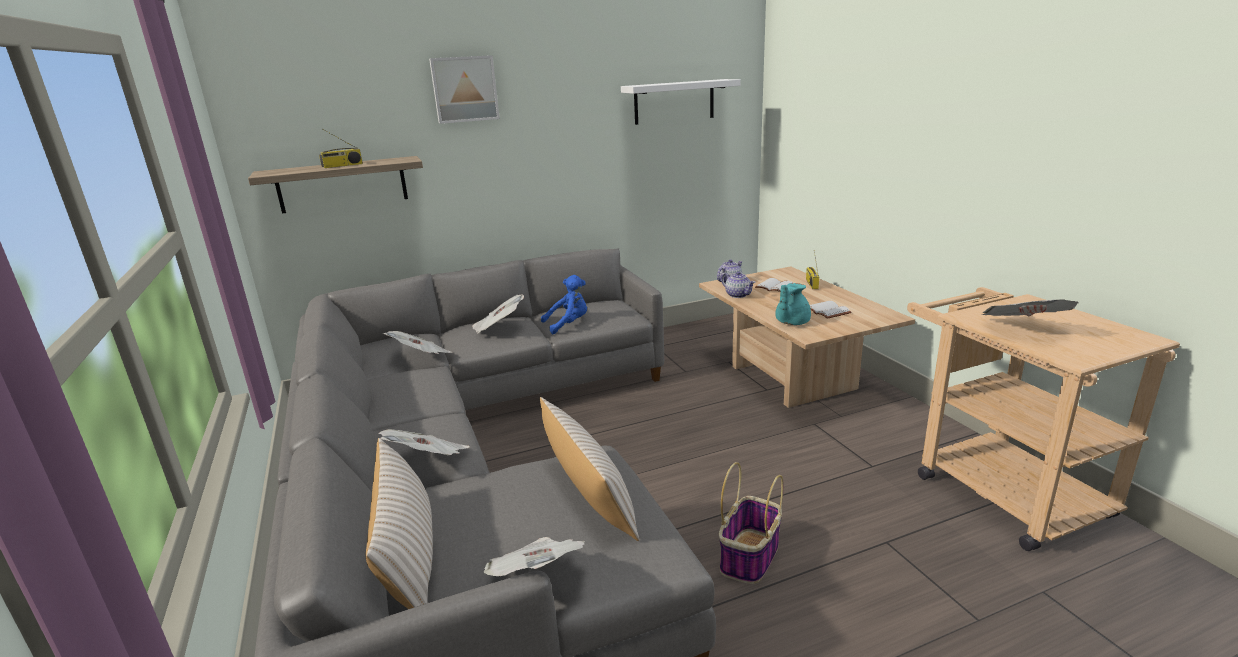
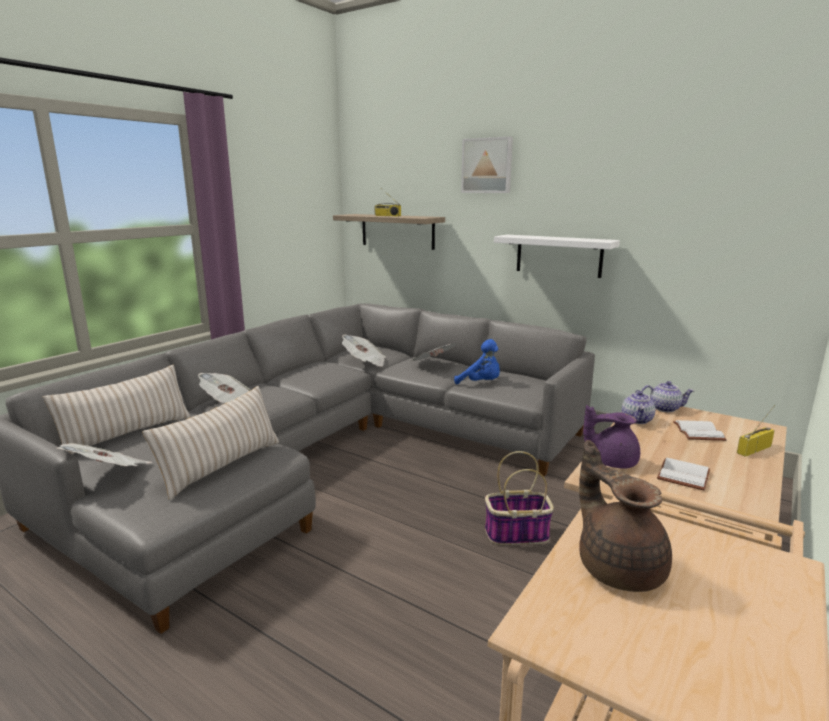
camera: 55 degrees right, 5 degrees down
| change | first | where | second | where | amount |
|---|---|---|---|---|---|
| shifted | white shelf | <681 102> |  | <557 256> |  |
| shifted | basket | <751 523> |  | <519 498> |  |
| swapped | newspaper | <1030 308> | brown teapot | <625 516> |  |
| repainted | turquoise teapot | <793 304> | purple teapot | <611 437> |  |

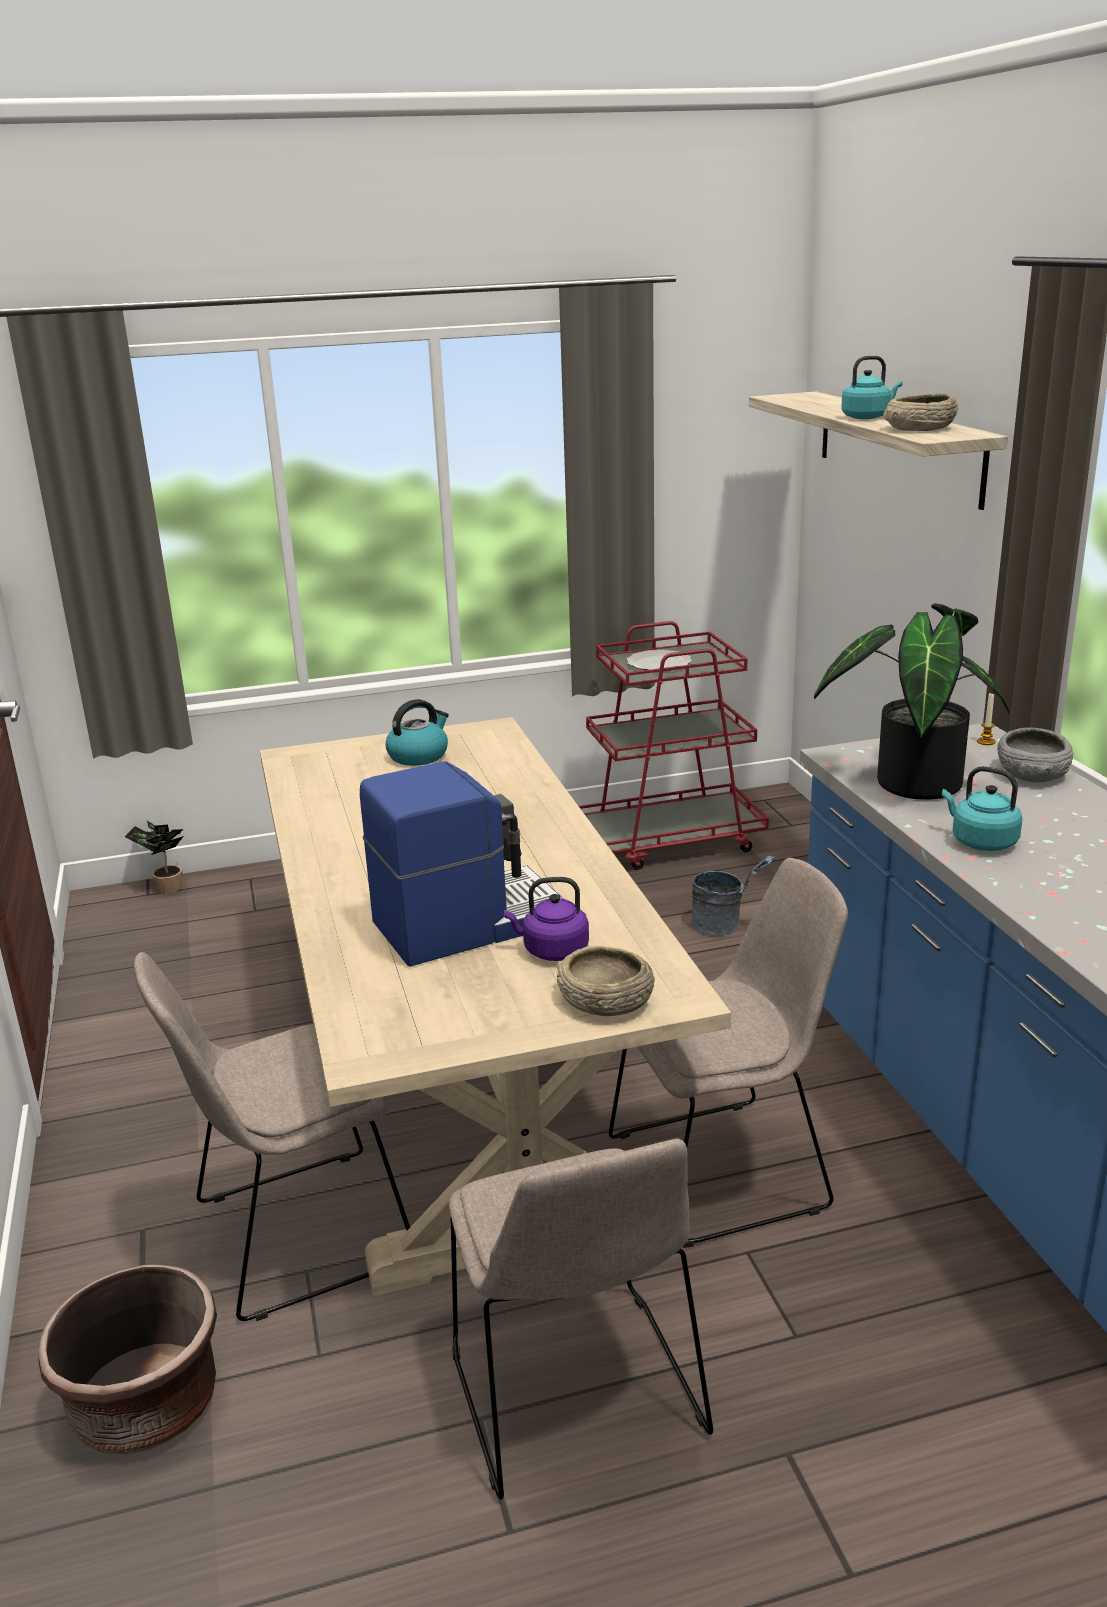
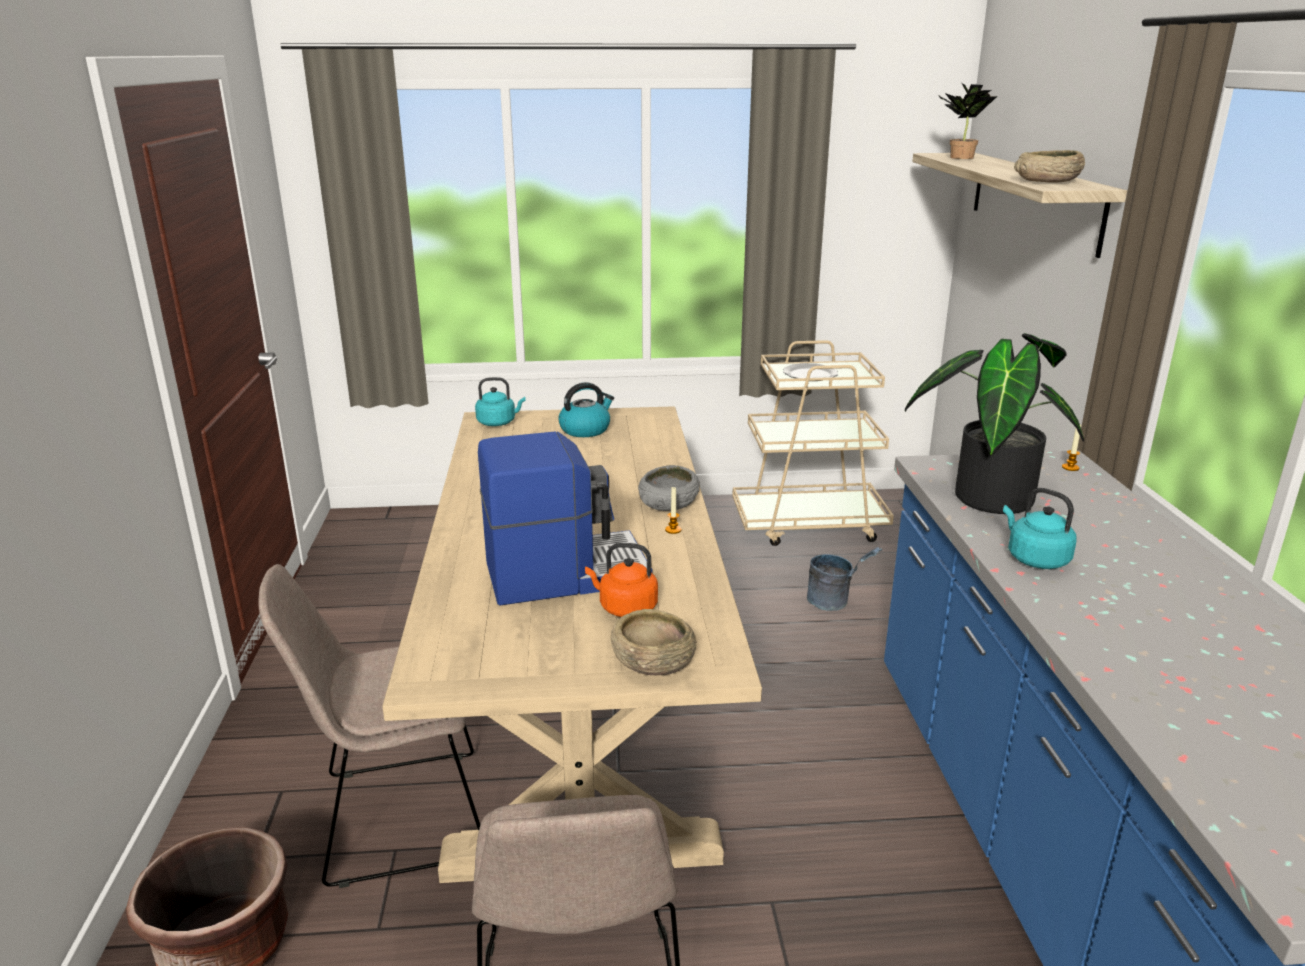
camera: 10 degrees right, 0 degrees up
| change | first | where | second | where | amount |
|---|---|---|---|---|---|
| gone | beige chair | <728 1053> |  |  |  |
| new |  |  | candle | <673 510> |  |
| shifted | potted plant | <154 857> |  | <968 121> |  |
| shifted | turquoise kettle | <872 387> |  | <500 401> |  |
| shifted | grey bowl | <1035 754> |  | <669 488> |  |
| repainted | purple kettle | <546 919> | orange kettle | <621 580> |  |
| repainted | red cart | <674 745> | beige cart | <813 443> |  |

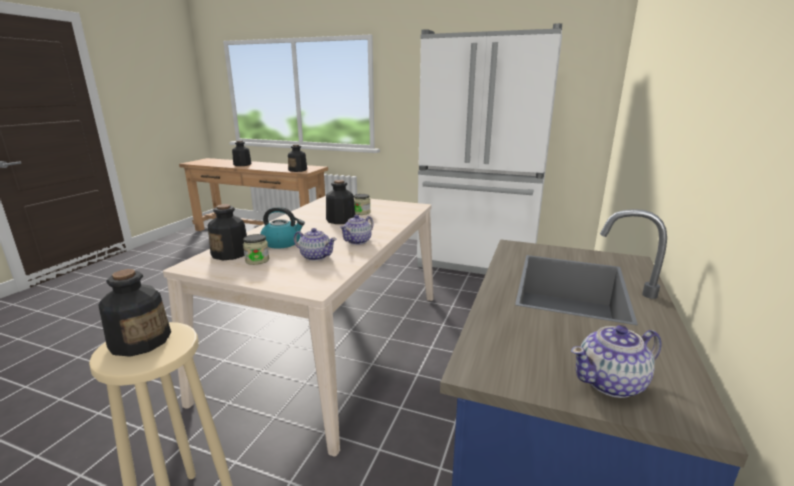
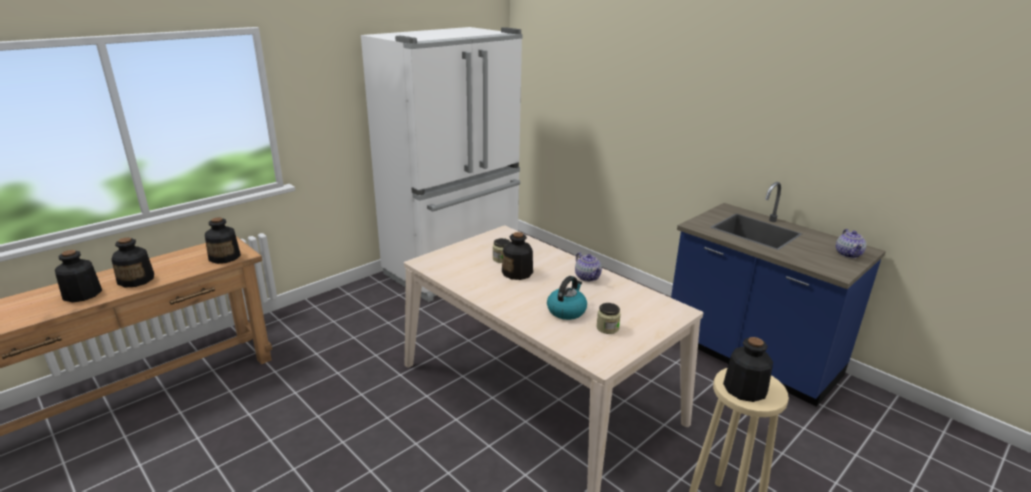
camera: 65 degrees left, 5 degrees up
| change | first | where | second | where | amount |
|---|---|---|---|---|---|
| gone | teapot | <315 244> |  |  |  |
| shifted | bottle | <227 232> |  | <132 262> |  |

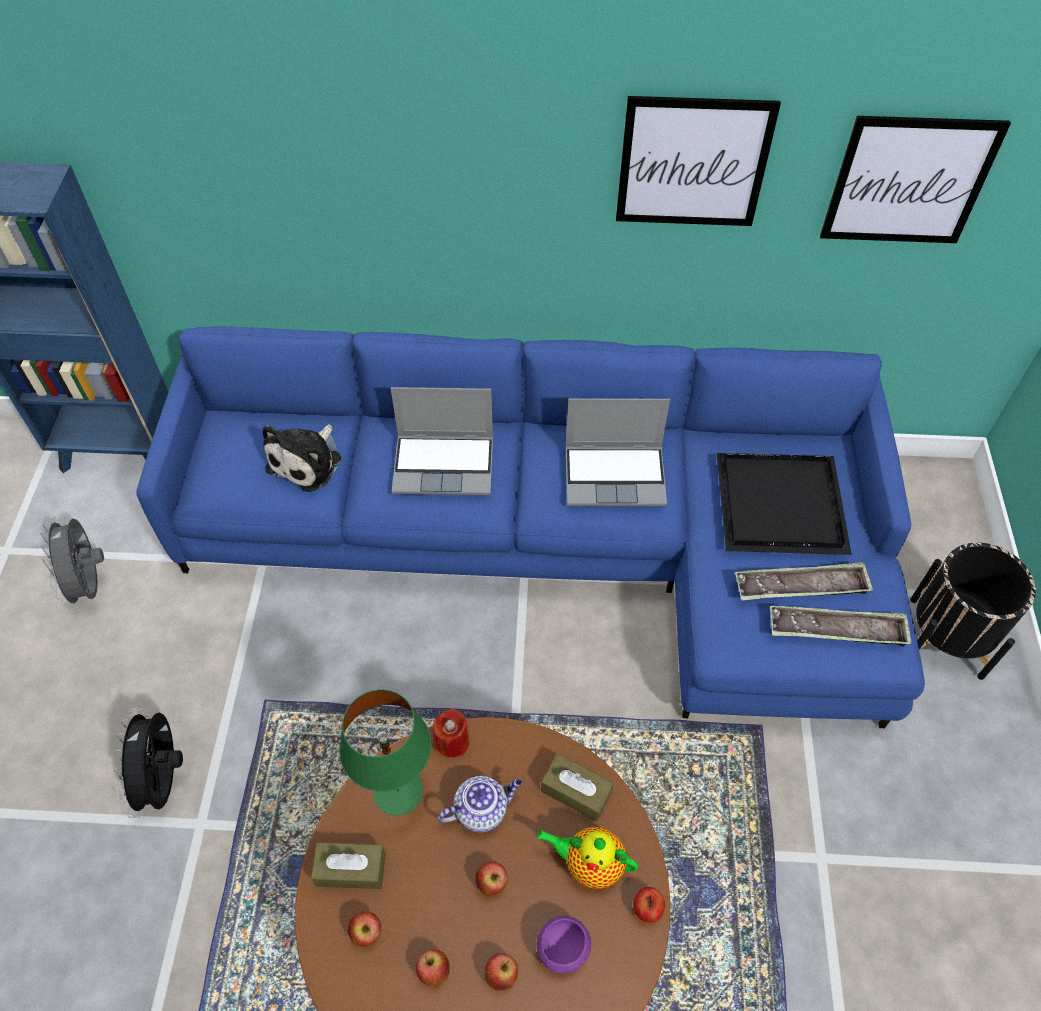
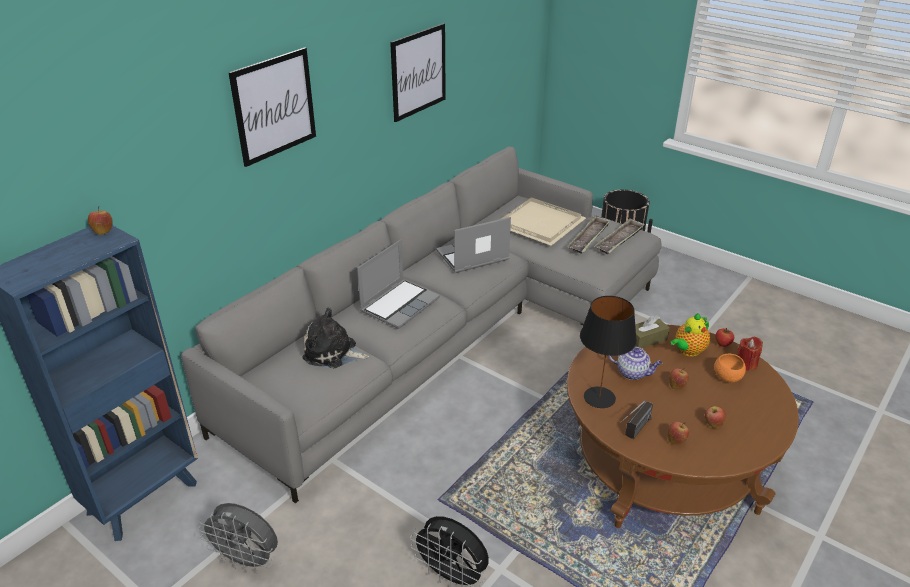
camera: 55 degrees left, 20 degrees down
| change | first | where | second | where | amount |
|---|---|---|---|---|---|
| shifted | red candle | <451 733> |  | <750 354> |  |
| shifted | apple | <501 972> |  | <100 220> |  |
| shifted | picture | <915 179> |  | <272 107> |  |
| swapped | brown tissue box | <348 865> | radio | <636 420> |  |
| repainted | blue sofa | <530 527> | grey sofa | <421 325> |  |
| repainted | green table lamp | <385 752> | black table lamp | <608 352> |  |
| repainted | purple bowl | <564 945> | orange bowl | <730 368> |  |
| repainted | black tray | <784 504> | beige tray | <543 221> |  |
| rotated | plush toy | <301 458> |  | <335 337> | 135 degrees clockwise |
| rotated | teapot | <480 804> |  | <635 363> | 105 degrees clockwise |
| rotated | laptop | <618 452> |  | <473 245> | 150 degrees counterclockwise |

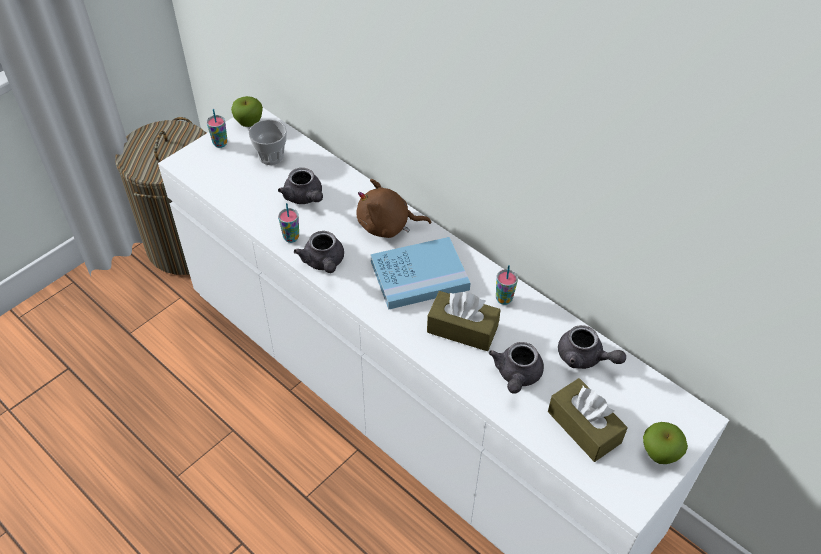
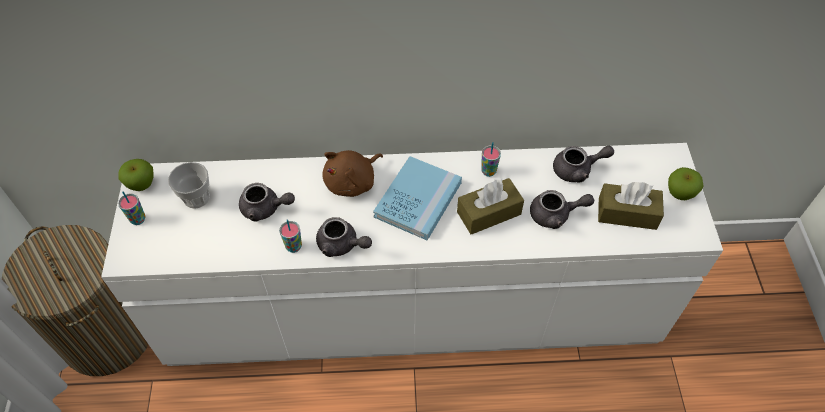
camera: 45 degrees left, 5 degrees up
| change | first | where | second | where | amount |
|---|---|---|---|---|---|
| rotated | grey teapot | <516 368> |  | <562 209> | 60 degrees counterclockwise |

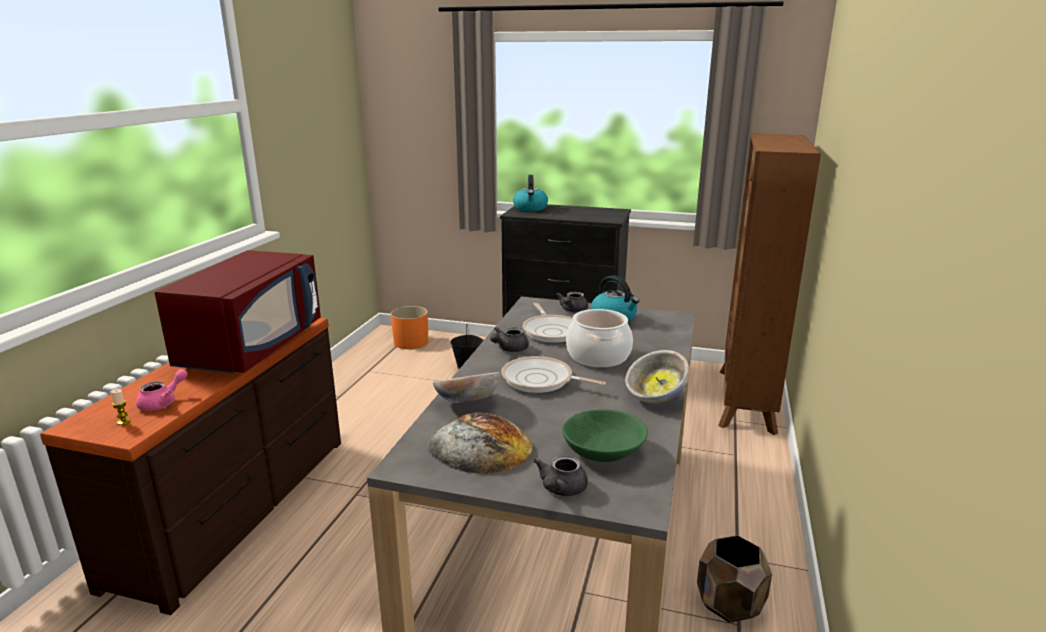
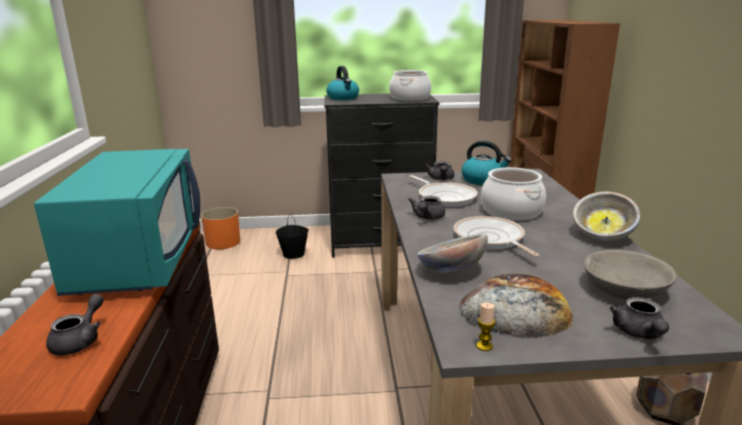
camera: 20 degrees left, 0 degrees up
| change | first | where | second | where | amount |
|---|---|---|---|---|---|
| new |  |  | cooking pot | <410 85> |  |
| shifted | candle | <121 407> |  | <485 327> |  |
| repainted | pink teapot | <162 390> | grey teapot | <75 324> |  |
| repainted | red microwave | <238 311> | turquoise microwave | <117 222> |  |
| repainted | green bowl | <605 435> | grey bowl | <630 275> |  |
| rotated | frying pan | <553 374> |  | <496 236> | 60 degrees clockwise |

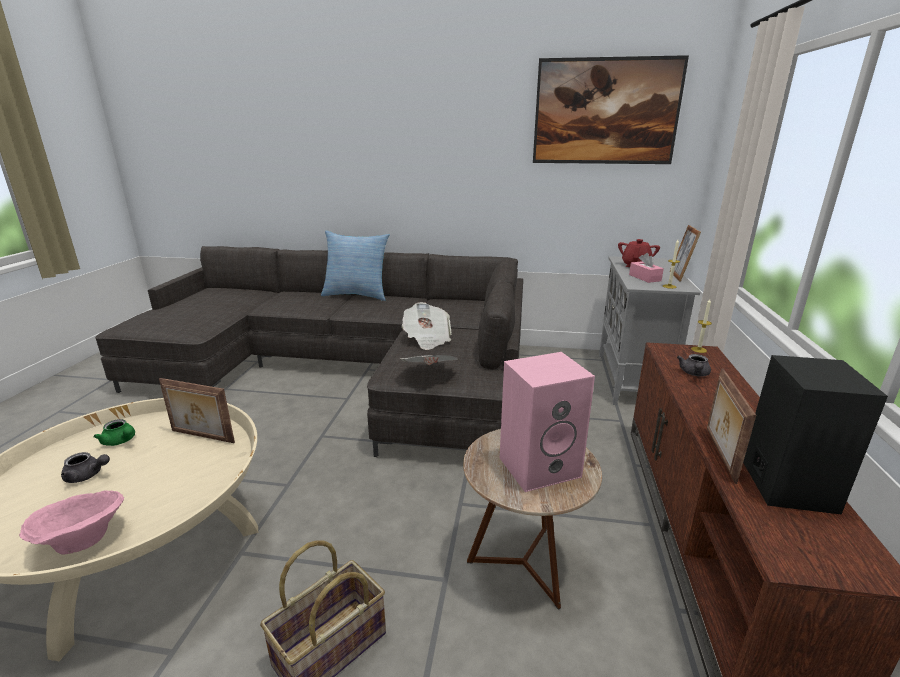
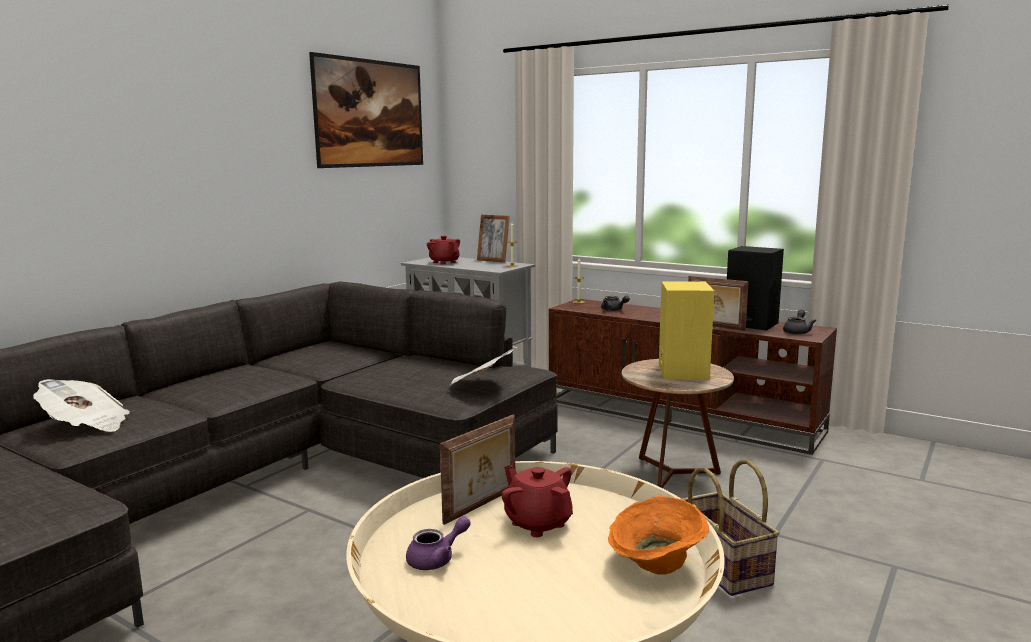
camera: 65 degrees left, 10 degrees down
| change | first | where | second | where | amount |
|---|---|---|---|---|---|
| gone | pillow | <355 266> |  |  |  |
| gone | pink tissue box | <646 268> |  |  |  |
| new |  |  | red teapot | <537 501> |  |
| shifted | grey teapot | <85 467> |  | <799 322> |  |
| shifted | newspaper | <426 326> |  | <81 405> |  |
| repainted | pink bowl | <71 522> | orange bowl | <658 535> |  |
| repainted | green teapot | <114 432> | purple teapot | <438 543> |  |
| repainted | pink speaker | <547 422> | yellow speaker | <686 330> |  |

